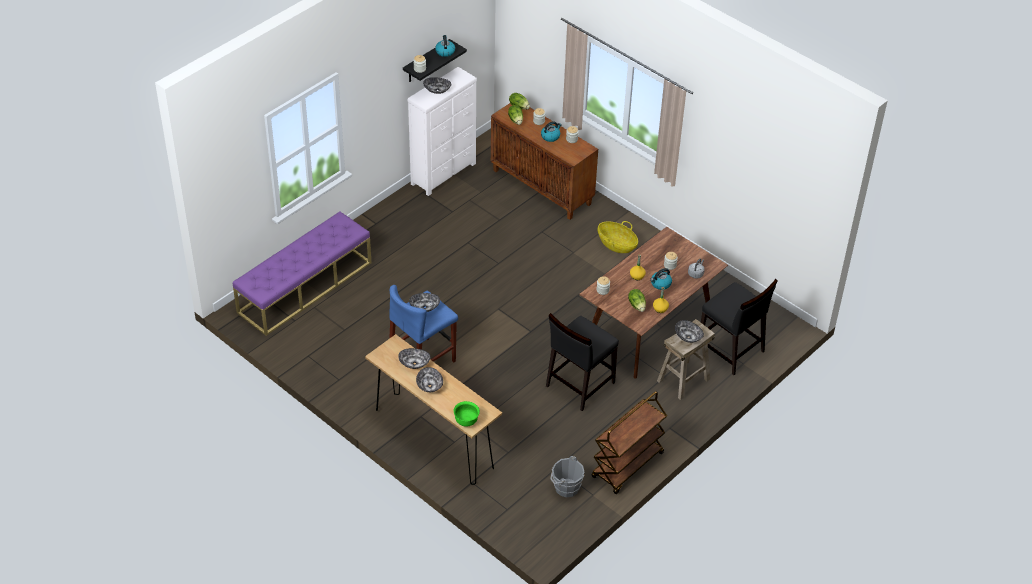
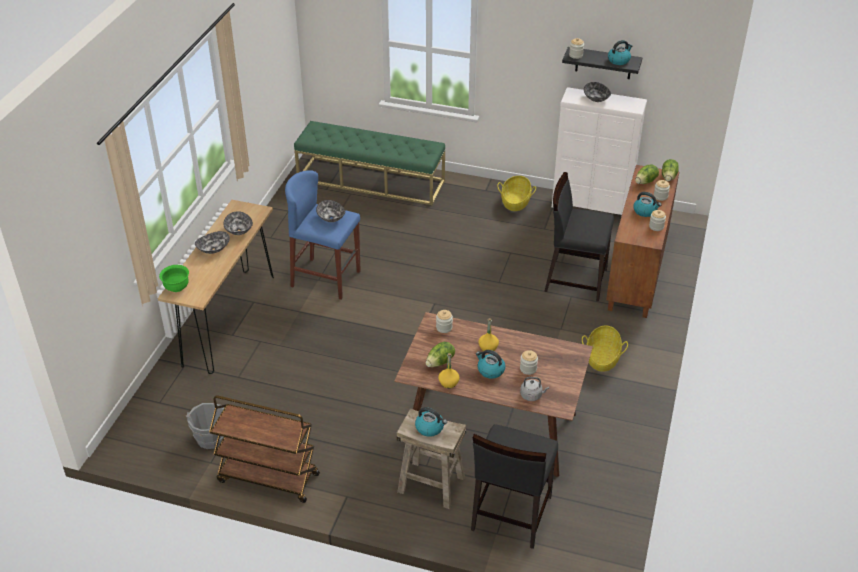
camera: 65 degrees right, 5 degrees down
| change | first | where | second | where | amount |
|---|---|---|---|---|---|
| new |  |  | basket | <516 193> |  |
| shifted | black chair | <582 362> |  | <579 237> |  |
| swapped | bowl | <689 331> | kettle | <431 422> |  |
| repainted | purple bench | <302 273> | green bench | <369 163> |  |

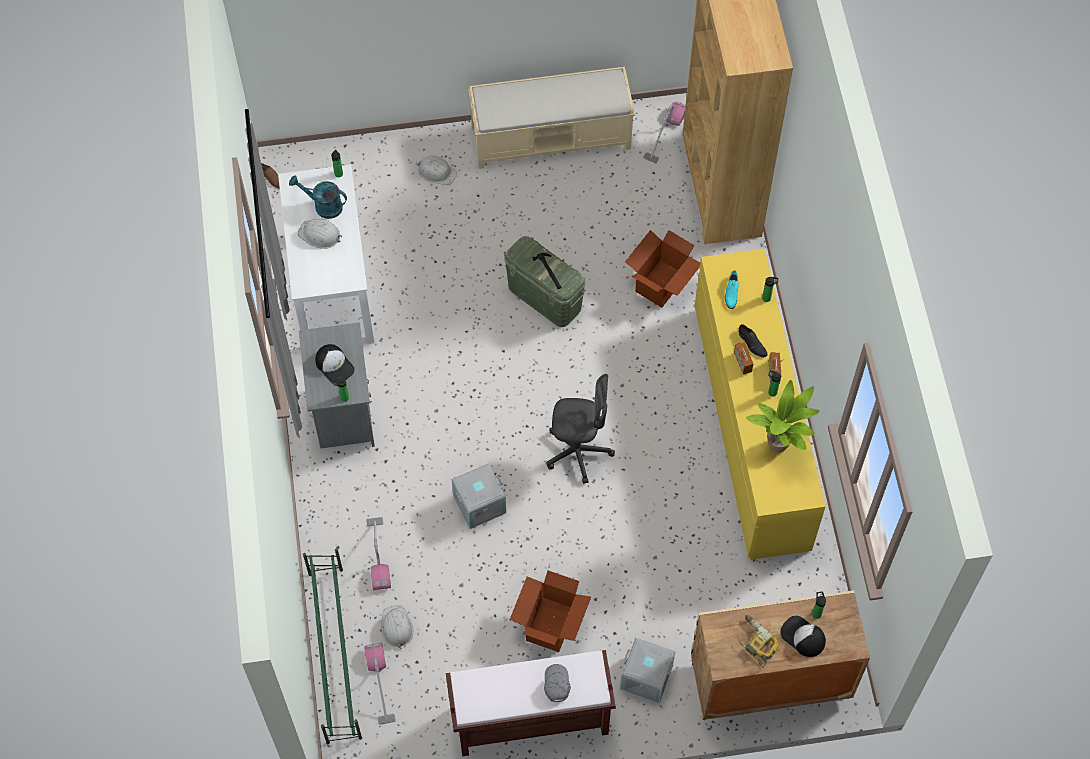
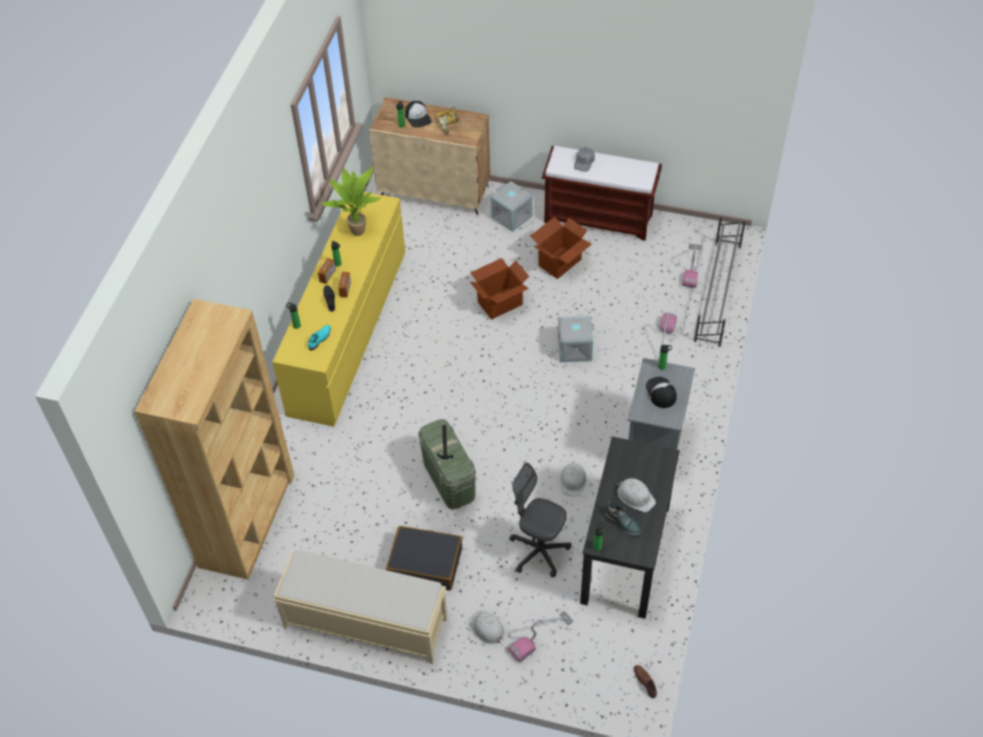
camera: 155 degrees left, 10 degrees down
| change | first | where | second | where | amount |
|---|---|---|---|---|---|
| new |  |  | black suitcase | <424 558> |  |
| shifted | white hard hat | <397 627> |  | <573 479> |  |
| shifted | grey office chair | <581 429> |  | <540 519> |  |
| shifted | cardboard box | <662 268> |  | <499 289> |  |
| shifted | vacuum cleaner | <664 132> |  | <540 636> |  |
| swapped | turquoise watering can | <318 197> | shoe | <623 518> |  |
| repainted | white desk | <326 254> | black desk | <630 527> |  |
| repainted | green shoe rack | <332 646> | grey shoe rack | <720 281> |  |

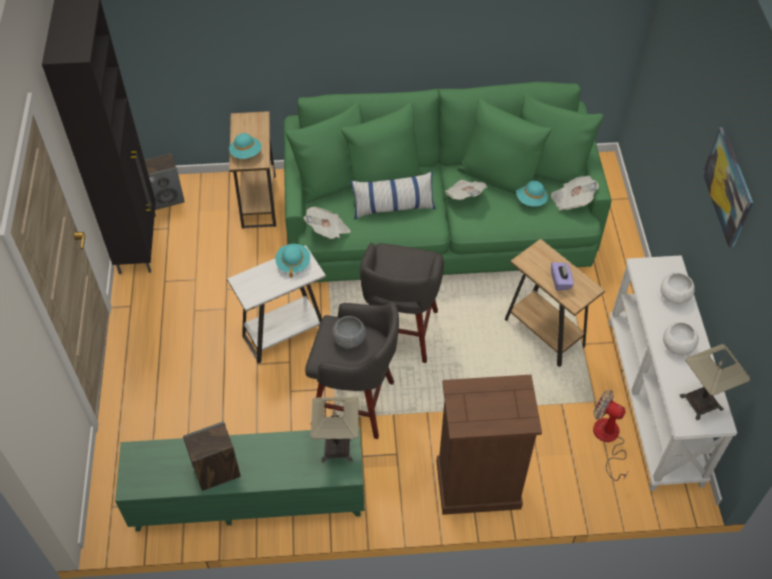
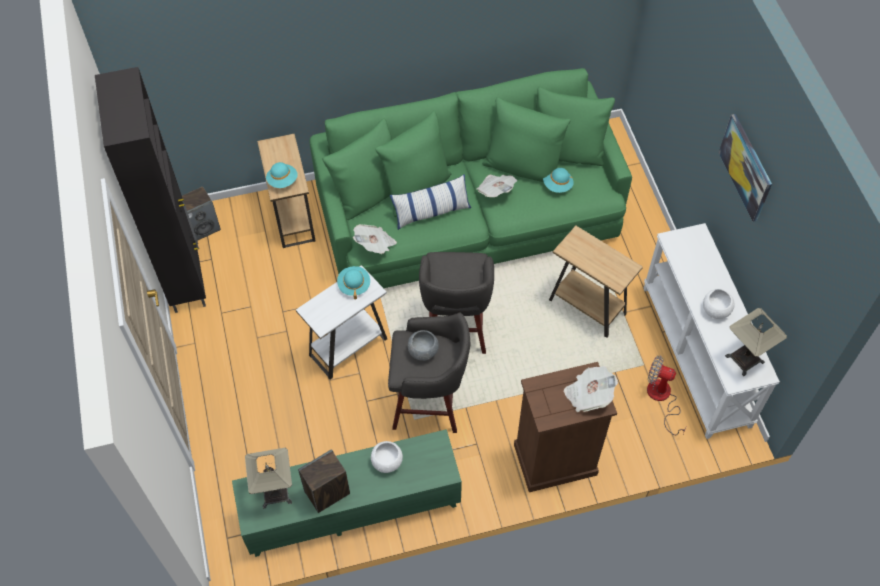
camera: 10 degrees left, 5 degrees up
| change | first | where | second | where | amount |
|---|---|---|---|---|---|
| gone | purple tissue box | <562 276> |  |  |  |
| shifted | table lamp | <335 430> |  | <268 478> |  |
| shifted | newspaper | <575 193> |  | <591 389> |  |
| shifted | white bowl | <678 288> |  | <387 457> |  |

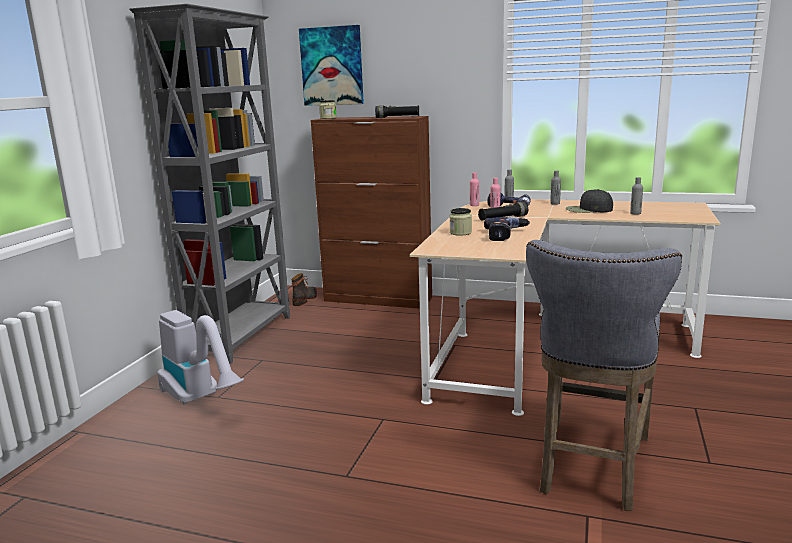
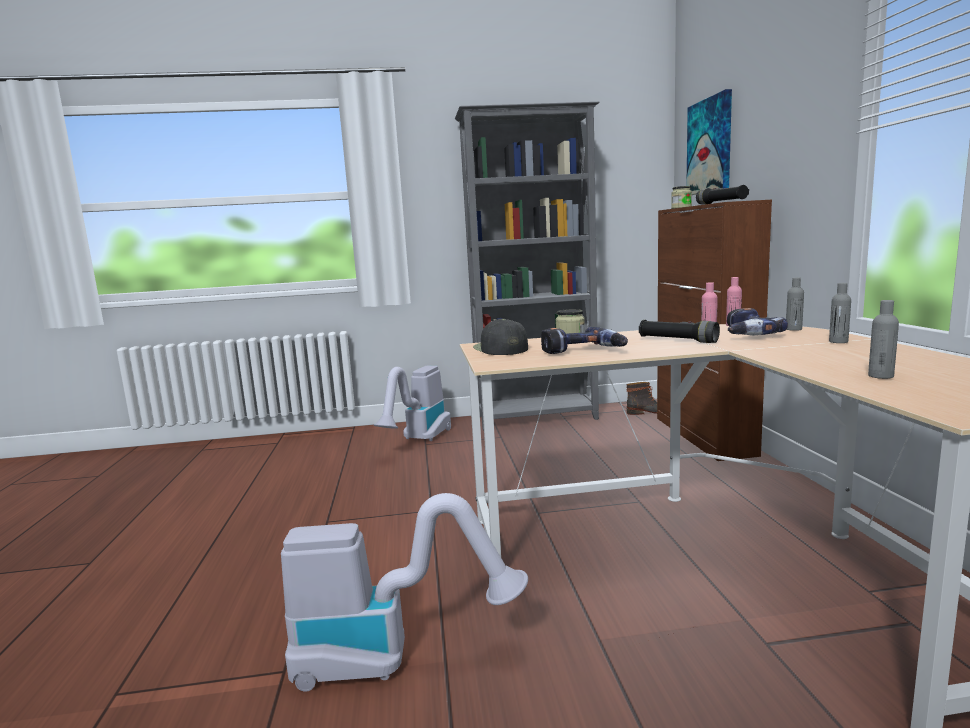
camera: 65 degrees right, 5 degrees down
| change | first | where | second | where | amount |
|---|---|---|---|---|---|
| shifted | black cap | <589 201> |  | <500 337> |  |
| swapped | grey stool | <604 375> | vacuum cleaner | <404 592> |  |

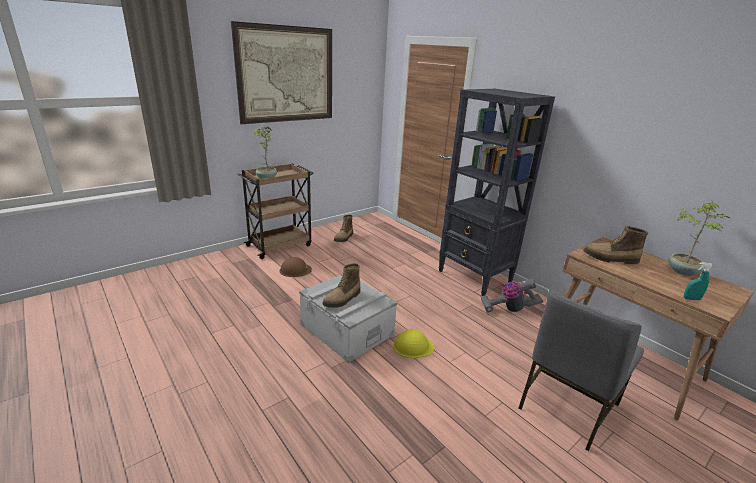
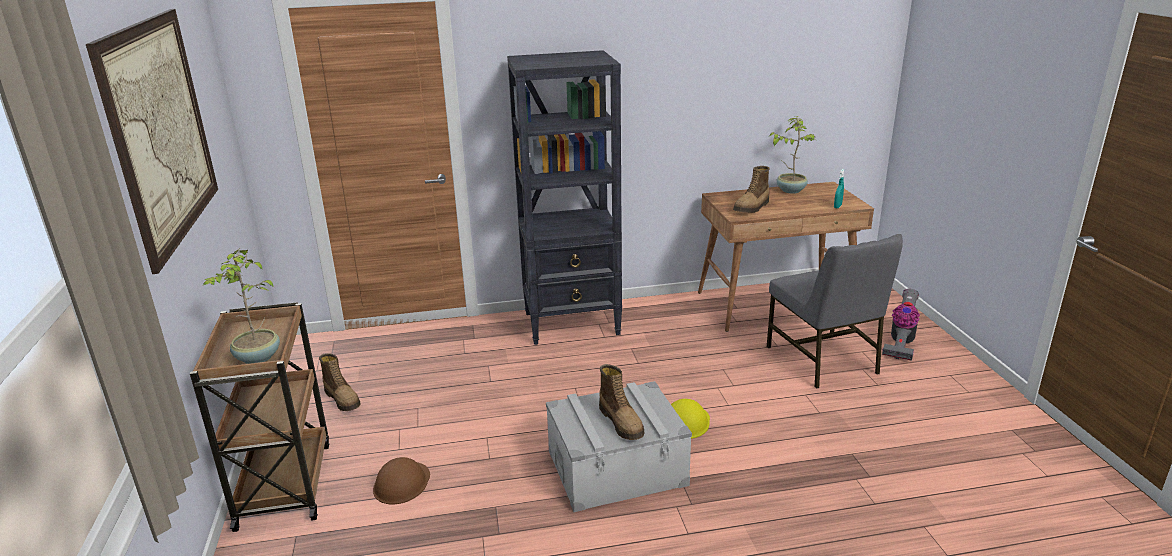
camera: 60 degrees left, 0 degrees up
| change | first | where | second | where | amount |
|---|---|---|---|---|---|
| shifted | vacuum cleaner | <512 295> |  | <901 325> |  |

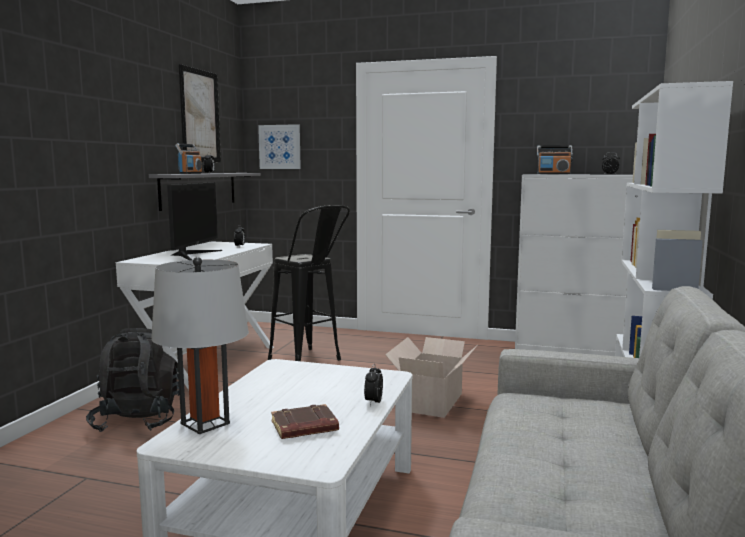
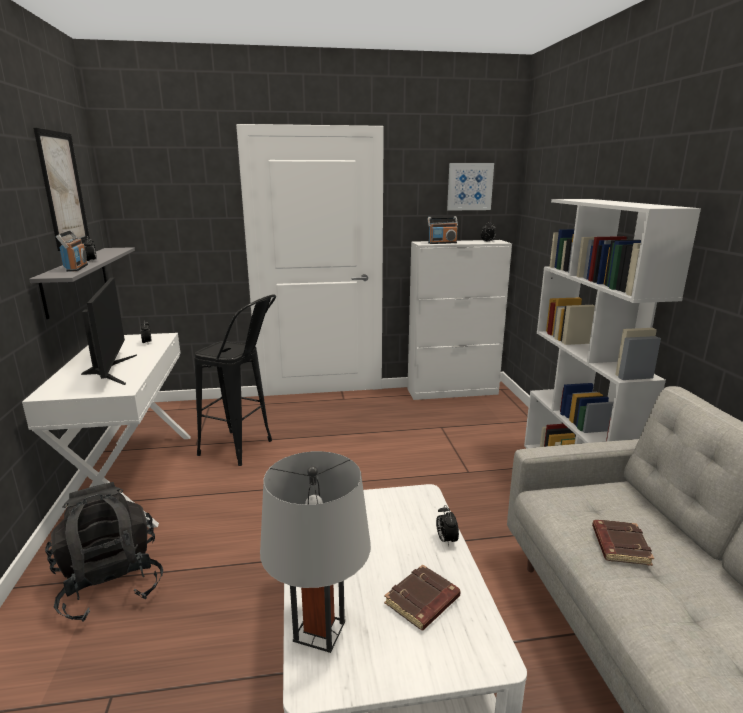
camera: 25 degrees left, 10 degrees up
| change | first | where | second | where | amount |
|---|---|---|---|---|---|
| gone | cardboard box | <431 377> |  |  |  |
| new |  |  | brown book | <623 543> |  |
| shifted | picture | <279 146> |  | <470 187> |  |

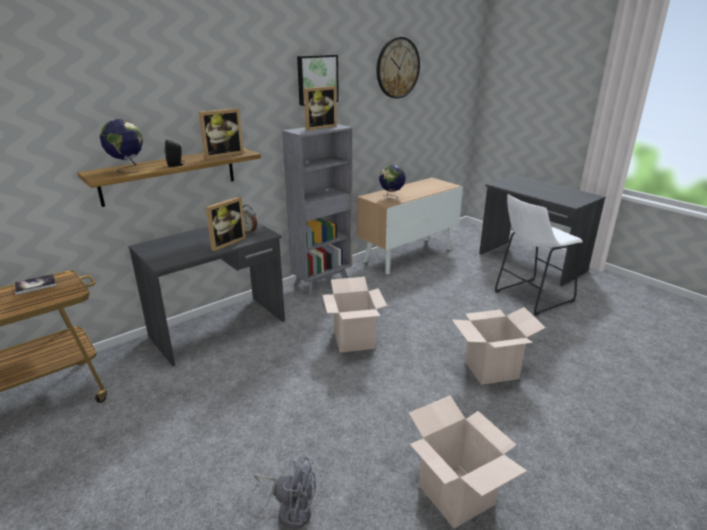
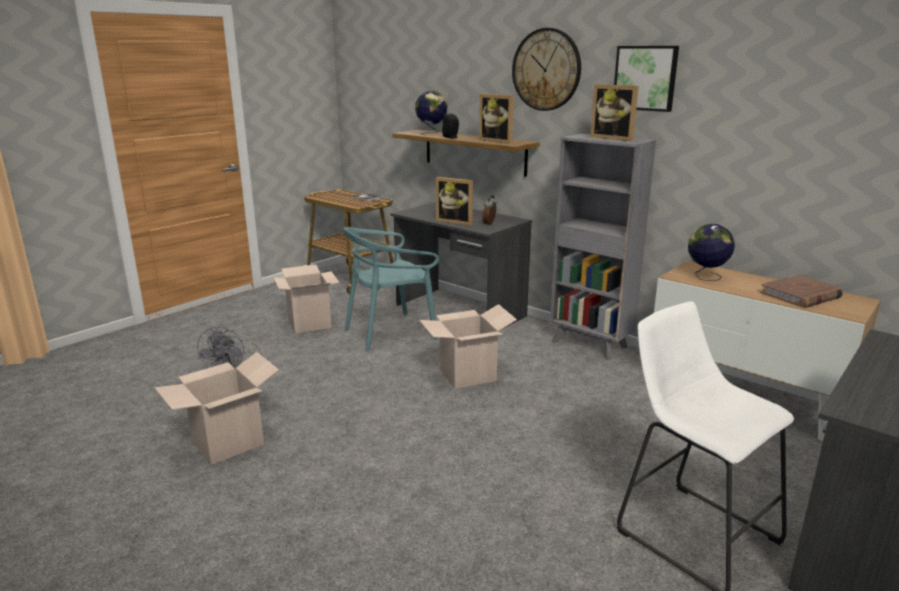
camera: 80 degrees right, 5 degrees down
| change | first | where | second | where | amount |
|---|---|---|---|---|---|
| new |  |  | turquoise chair | <391 289> |  |
| new |  |  | brown book | <801 291> |  |
| shifted | wall clock | <398 68> |  | <546 69> |  |
| shifted | cardboard box | <498 346> |  | <306 299> |  |

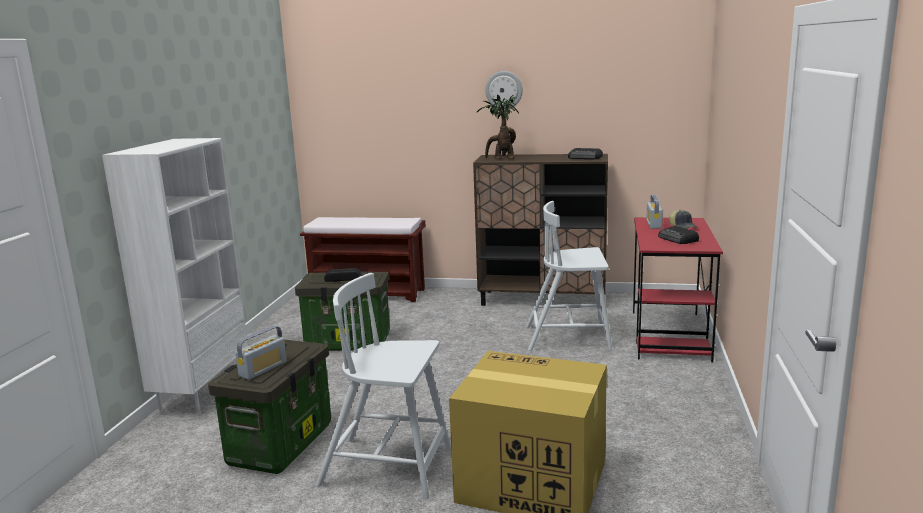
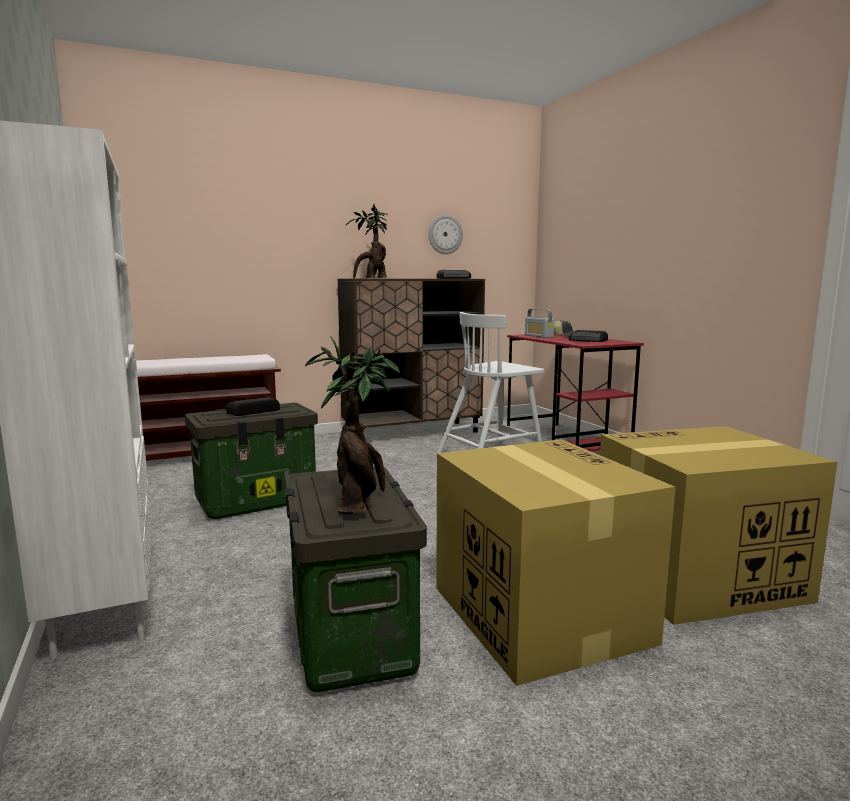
camera: 35 degrees left, 5 degrees down
| change | first | where | second | where | amount |
|---|---|---|---|---|---|
| shifted | wall clock | <504 90> |  | <445 234> |  |
| swapped | radio | <261 353> | potted plant | <352 425> |  |
| swapped | white chair | <383 386> | cardboard box | <555 562> |  |

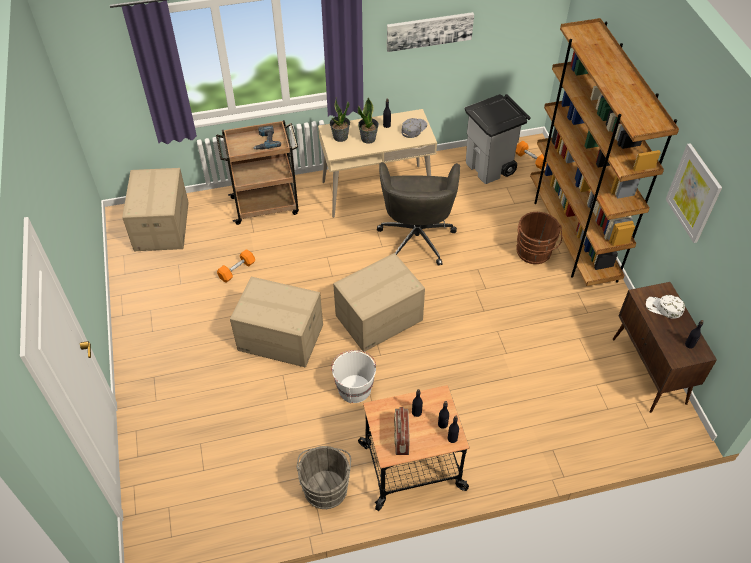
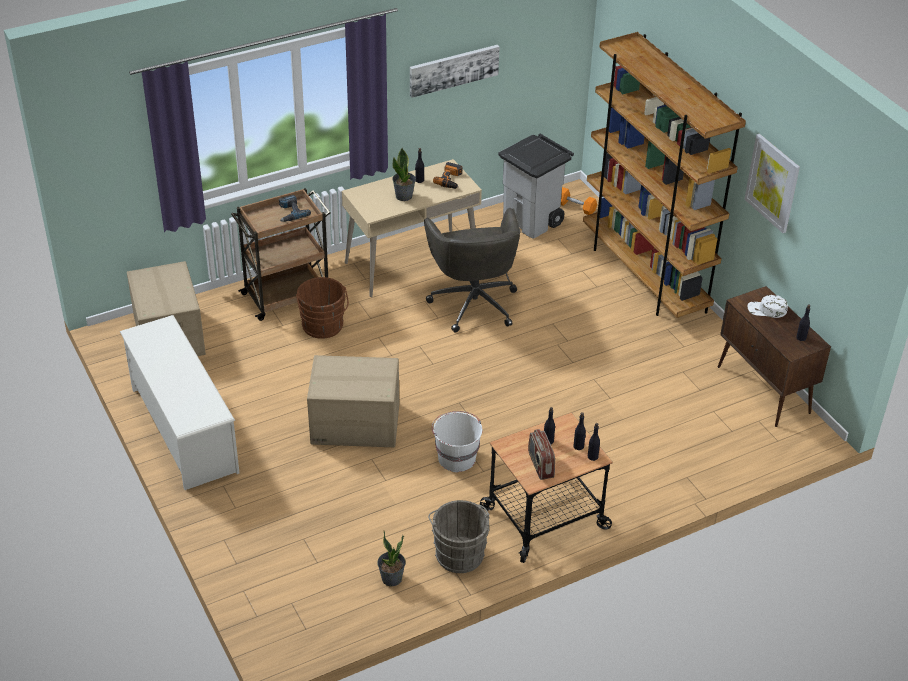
camera: 15 degrees left, 10 degrees down
| change | first | where | second | where | amount |
|---|---|---|---|---|---|
| gone | orange dumbbell | <236 266> |  |  |  |
| gone | cardboard box | <379 302> |  |  |  |
| new |  |  | white shoe rack | <179 402> |  |
| shifted | potted plant | <340 119> |  | <391 558> |  |
| shifted | brown bucket | <539 238> |  | <322 308> |  |
| swapped | grey cap | <414 128> | power drill | <447 175> |  |

